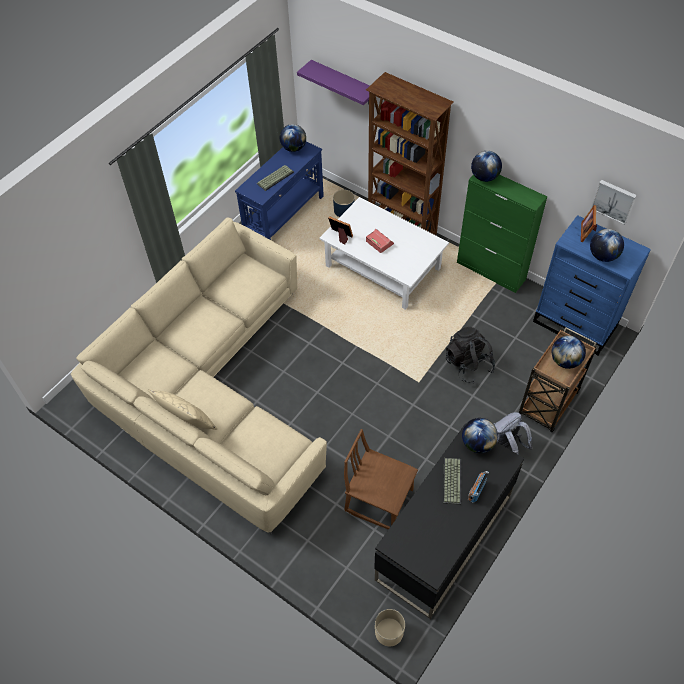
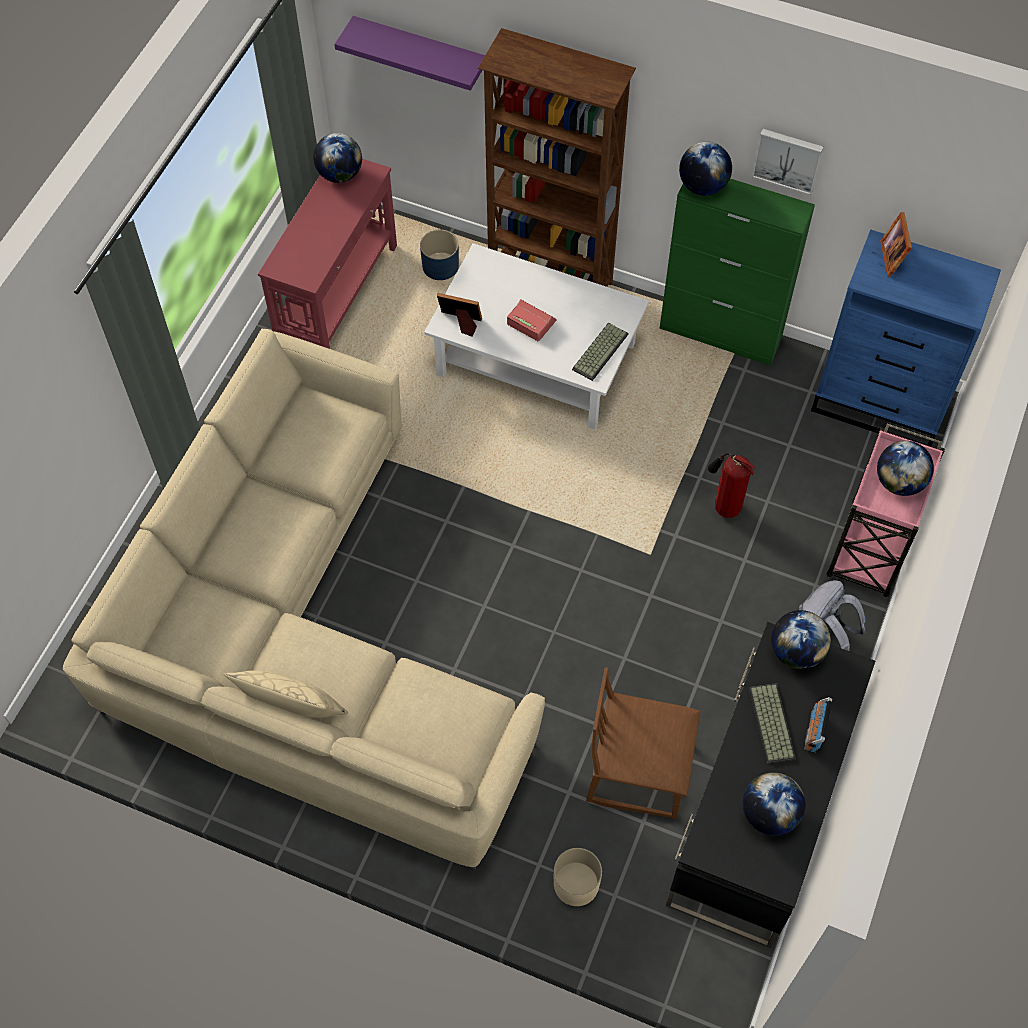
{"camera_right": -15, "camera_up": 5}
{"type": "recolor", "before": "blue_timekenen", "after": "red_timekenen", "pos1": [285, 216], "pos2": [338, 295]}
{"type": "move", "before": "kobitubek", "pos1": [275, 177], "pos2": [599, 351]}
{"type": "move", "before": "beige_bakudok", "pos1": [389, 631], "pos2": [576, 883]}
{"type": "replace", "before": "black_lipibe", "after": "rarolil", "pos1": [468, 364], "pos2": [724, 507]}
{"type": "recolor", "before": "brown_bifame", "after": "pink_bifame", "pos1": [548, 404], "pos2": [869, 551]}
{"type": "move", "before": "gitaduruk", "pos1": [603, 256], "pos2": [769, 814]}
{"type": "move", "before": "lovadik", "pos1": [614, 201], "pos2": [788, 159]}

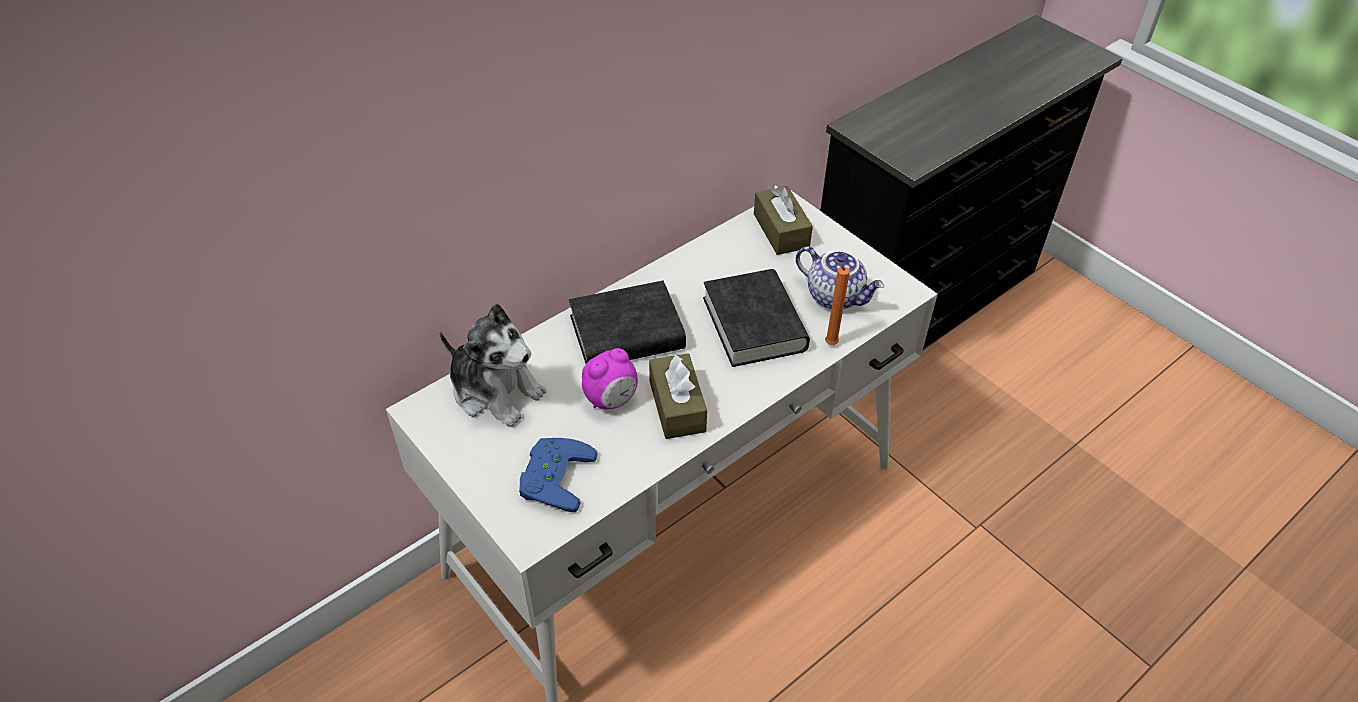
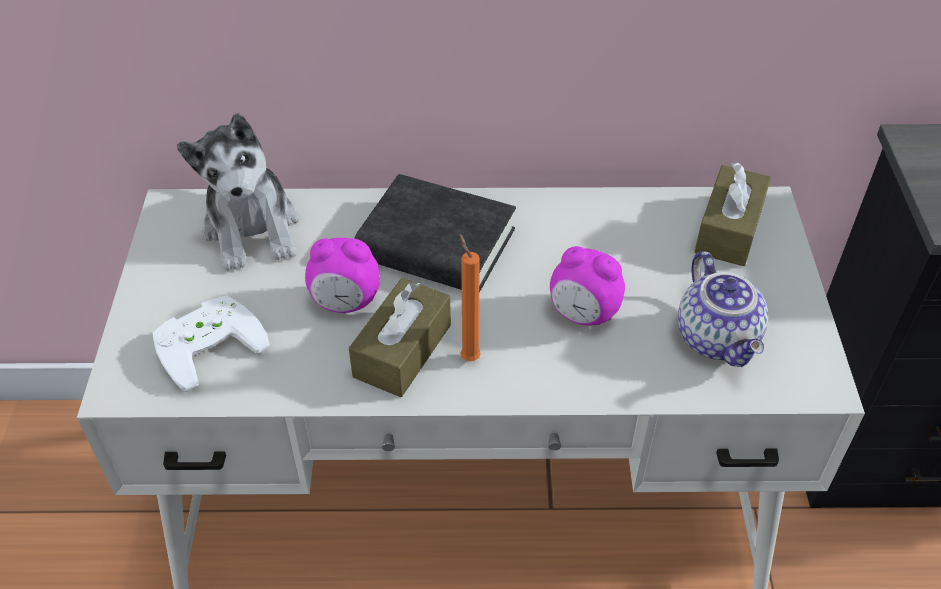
{"camera_right": 40, "camera_up": 0}
{"type": "recolor", "before": "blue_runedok", "after": "white_runedok", "pos1": [552, 476], "pos2": [207, 342]}
{"type": "replace", "before": "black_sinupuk", "after": "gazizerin", "pos1": [754, 324], "pos2": [583, 314]}
{"type": "move", "before": "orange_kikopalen", "pos1": [828, 343], "pos2": [468, 356]}

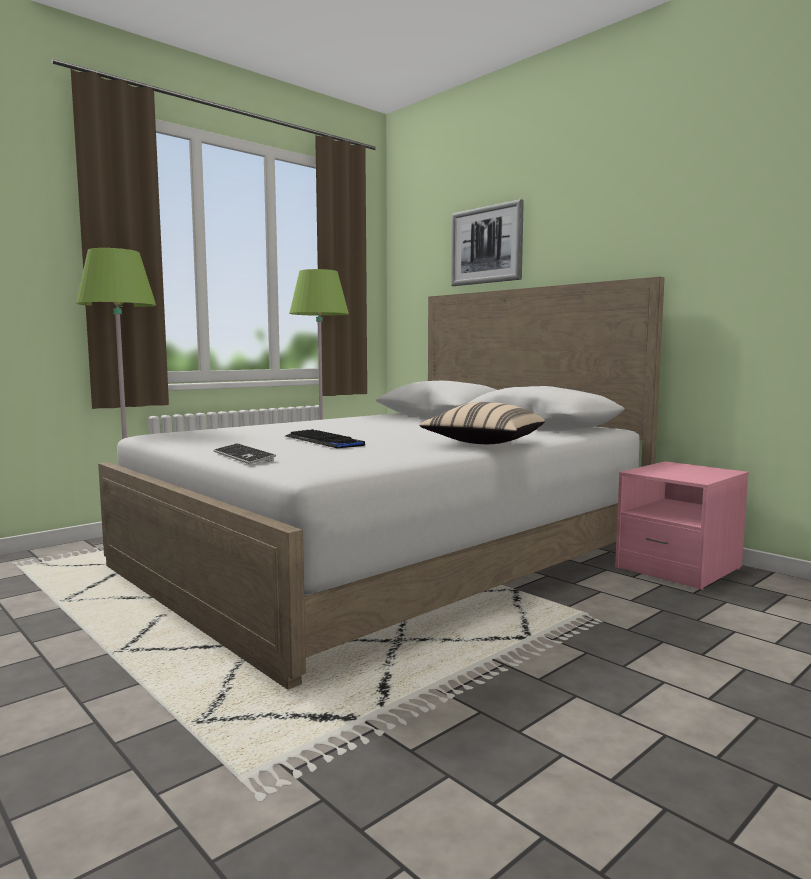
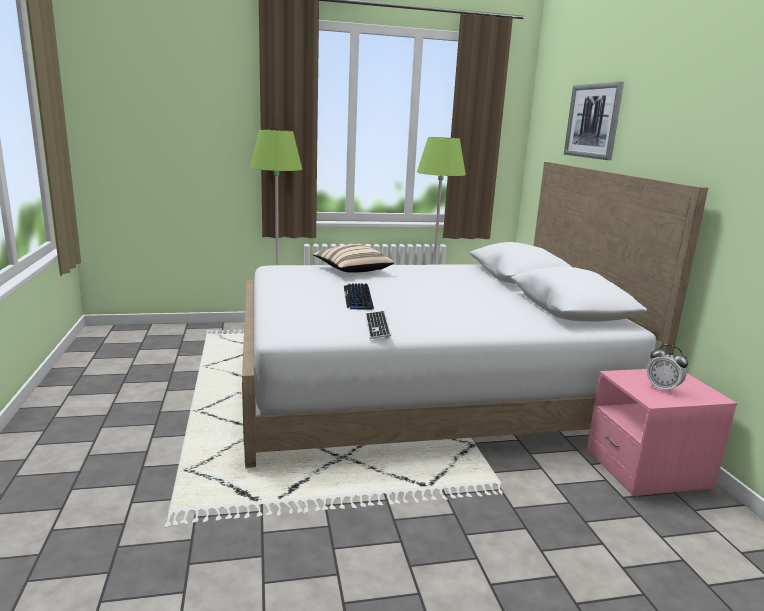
{"camera_right": 30, "camera_up": 10}
{"type": "move", "before": "kobitubek", "pos1": [243, 456], "pos2": [377, 326]}
{"type": "move", "before": "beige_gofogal", "pos1": [483, 443], "pos2": [352, 270]}
{"type": "insert", "after": "gazizerin", "pos2": [662, 389]}

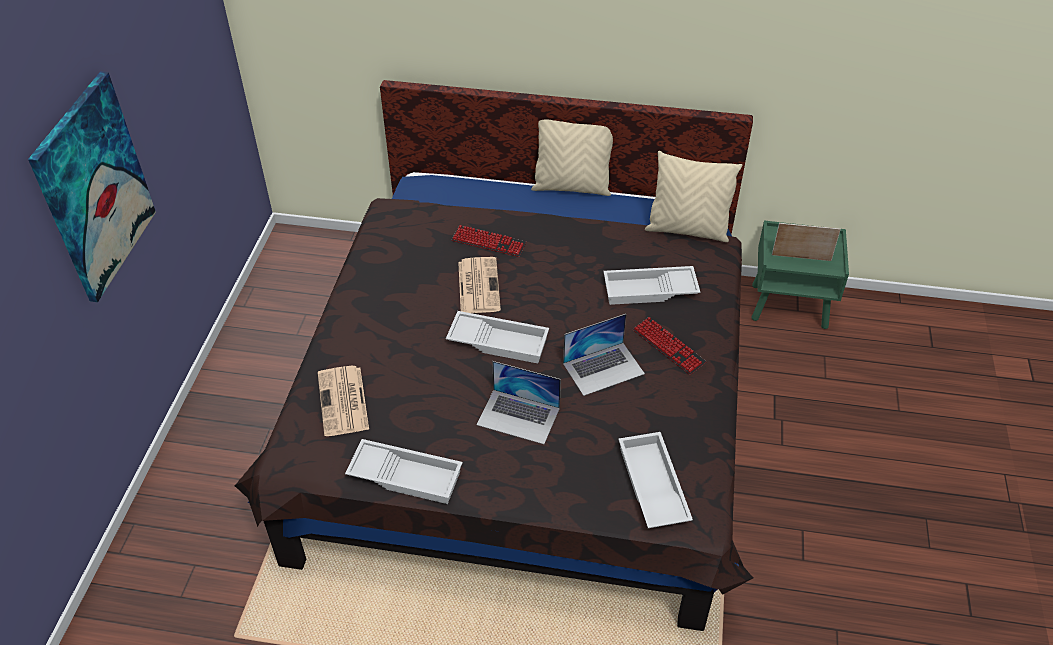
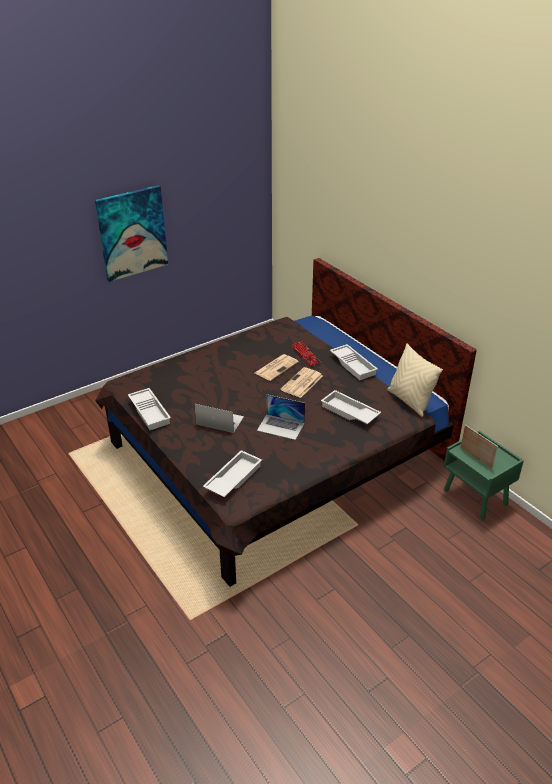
{"camera_right": 45, "camera_up": -10}
{"type": "move", "before": "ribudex", "pos1": [343, 402], "pos2": [302, 383]}
{"type": "move", "before": "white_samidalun", "pos1": [499, 341], "pos2": [354, 365]}
{"type": "rotate", "before": "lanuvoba", "pos1": [518, 416], "pos2": [219, 420], "turn": 135}
{"type": "delete", "before": "beige_gofogal", "pos1": [571, 187]}
{"type": "delete", "before": "kobitubek", "pos1": [668, 346]}

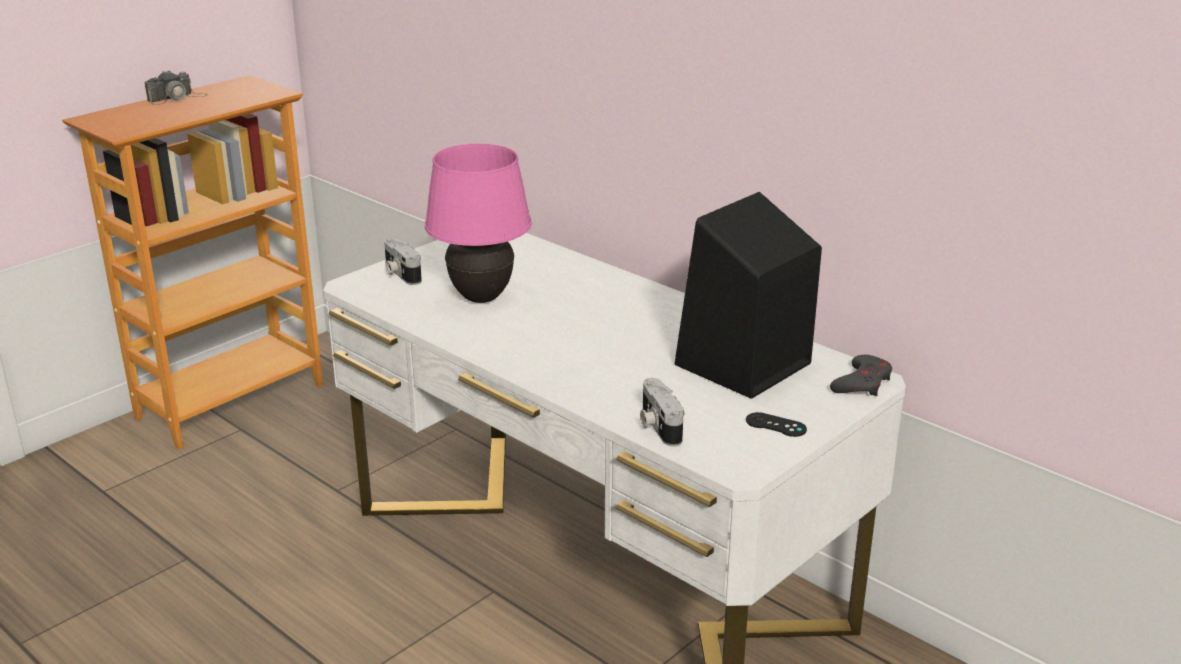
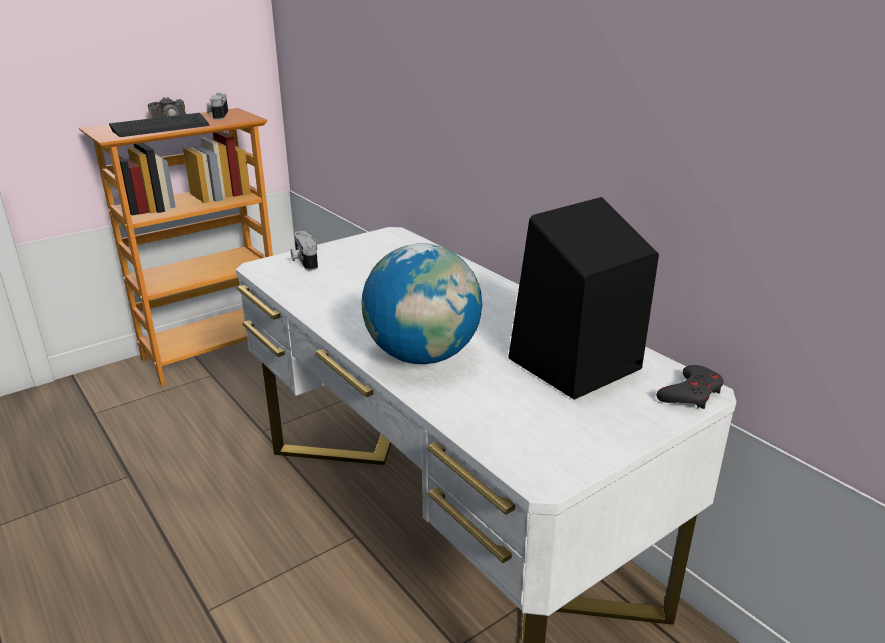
{"camera_right": 10, "camera_up": 0}
{"type": "delete", "before": "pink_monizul", "pos1": [480, 298]}
{"type": "move", "before": "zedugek", "pos1": [657, 426], "pos2": [218, 115]}
{"type": "delete", "before": "black_runedok", "pos1": [776, 425]}
{"type": "insert", "after": "kobitubek", "pos2": [161, 128]}
{"type": "insert", "after": "gitaduruk", "pos2": [423, 356]}

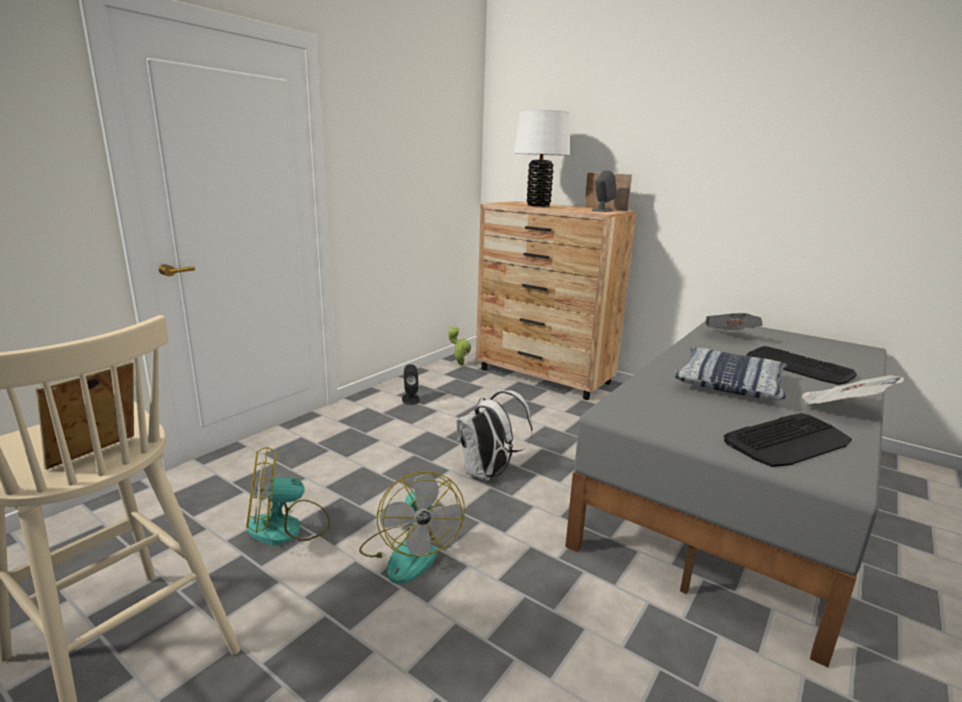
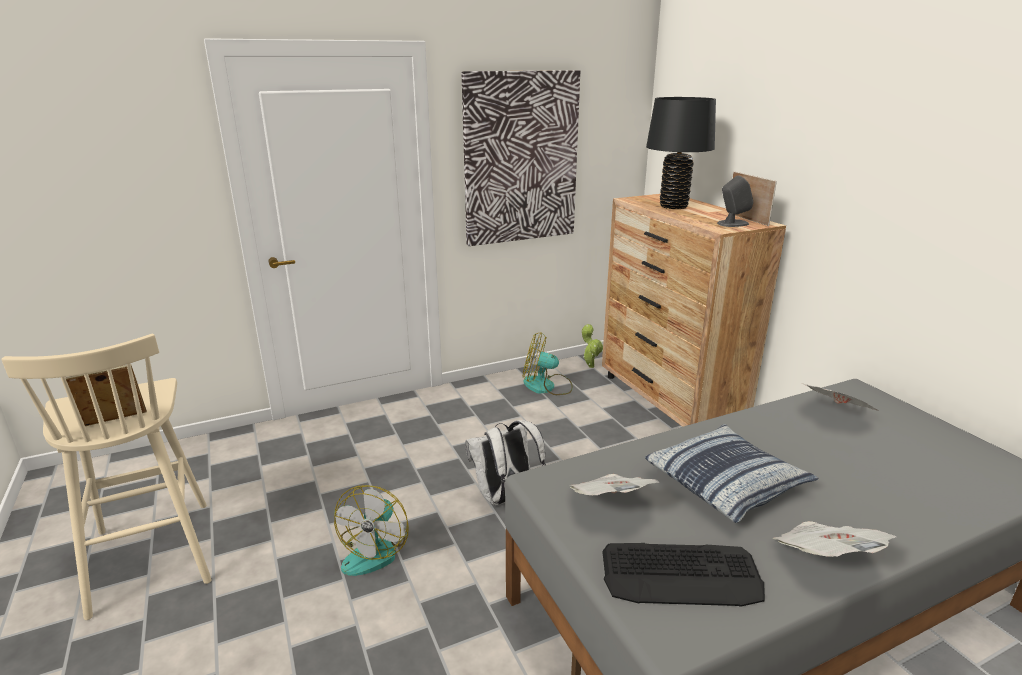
{"camera_right": 30, "camera_up": 5}
{"type": "move", "before": "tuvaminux", "pos1": [287, 528], "pos2": [546, 386]}
{"type": "delete", "before": "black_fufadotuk", "pos1": [410, 399]}
{"type": "recolor", "before": "white_monizul", "after": "black_monizul", "pos1": [538, 205], "pos2": [673, 206]}
{"type": "delete", "before": "kobitubek", "pos1": [798, 366]}
{"type": "insert", "after": "lovadik", "pos2": [521, 159]}
{"type": "insert", "after": "ribudex", "pos2": [611, 503]}

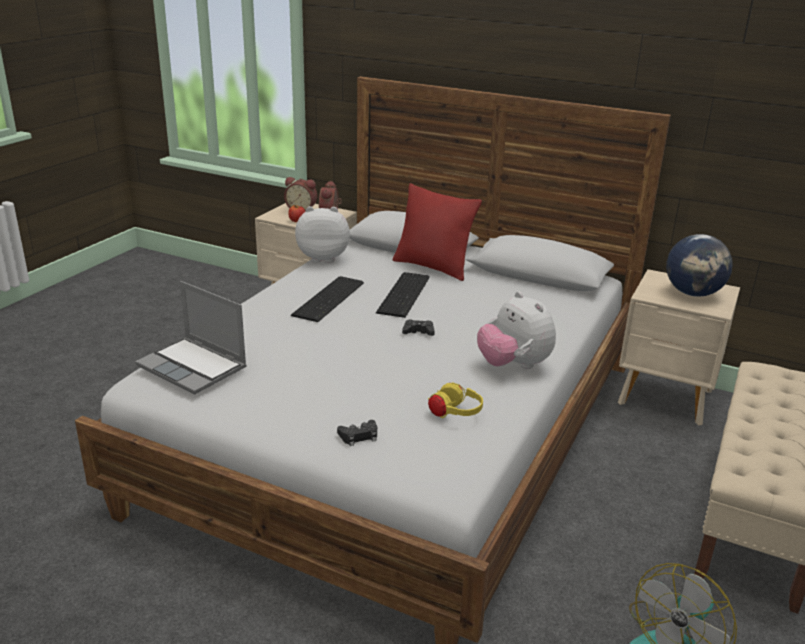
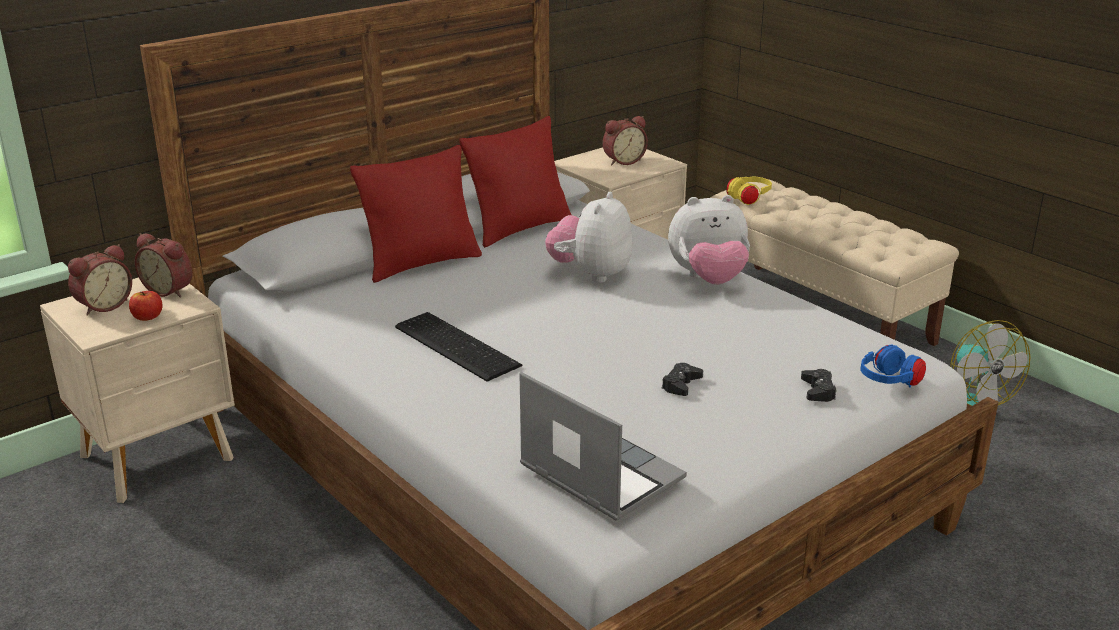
{"camera_right": -65, "camera_up": 0}
{"type": "rotate", "before": "lanuvoba", "pos1": [194, 367], "pos2": [598, 473], "turn": -105}
{"type": "move", "before": "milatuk", "pos1": [323, 257], "pos2": [591, 274]}
{"type": "delete", "before": "kobitubek", "pos1": [405, 294]}
{"type": "move", "before": "black_runedok", "pos1": [418, 332], "pos2": [681, 385]}
{"type": "move", "before": "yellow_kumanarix", "pos1": [455, 414], "pos2": [748, 199]}
{"type": "replace", "before": "gitaduruk", "after": "gazizerin", "pos1": [693, 293], "pos2": [623, 161]}
{"type": "insert", "after": "red_gofogal", "pos2": [519, 228]}
{"type": "insert", "after": "blue_kumanarix", "pos2": [889, 383]}

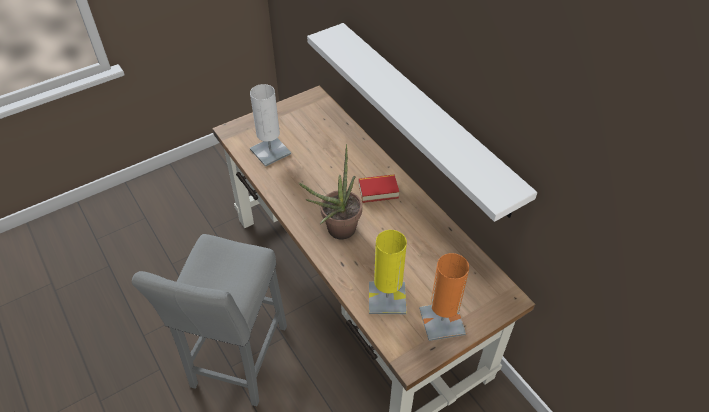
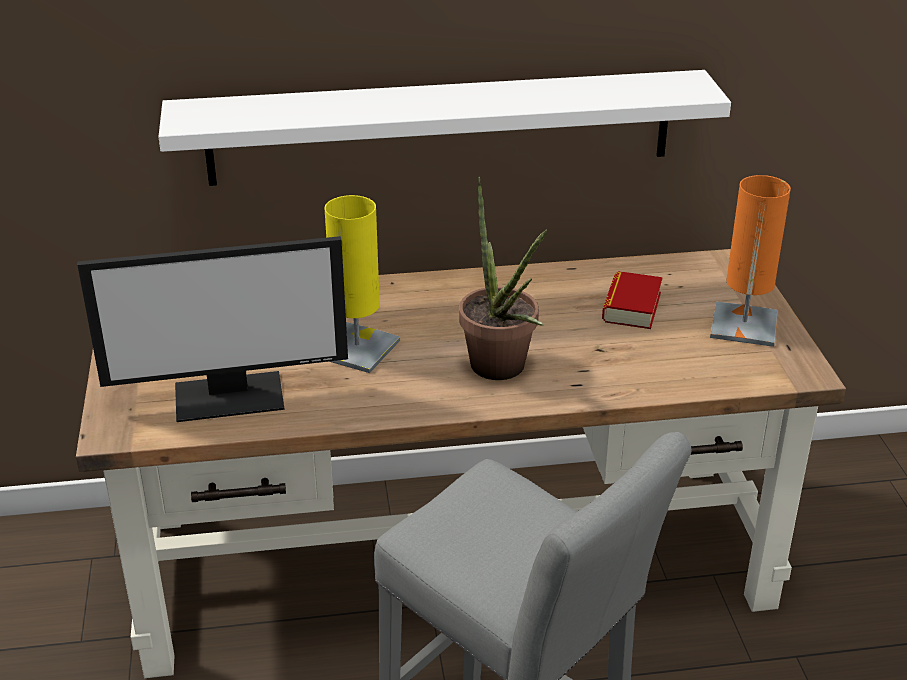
{"camera_right": -65, "camera_up": -15}
{"type": "replace", "before": "white_monizul", "after": "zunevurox", "pos1": [270, 151], "pos2": [230, 395]}
{"type": "move", "before": "sinupuk", "pos1": [378, 191], "pos2": [631, 307]}
{"type": "move", "before": "yellow_monizul", "pos1": [387, 298], "pos2": [357, 348]}

